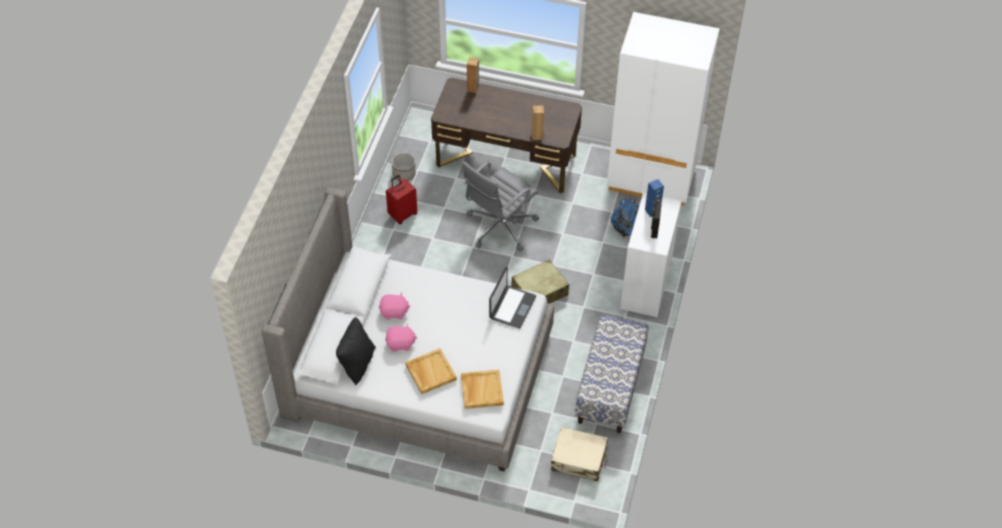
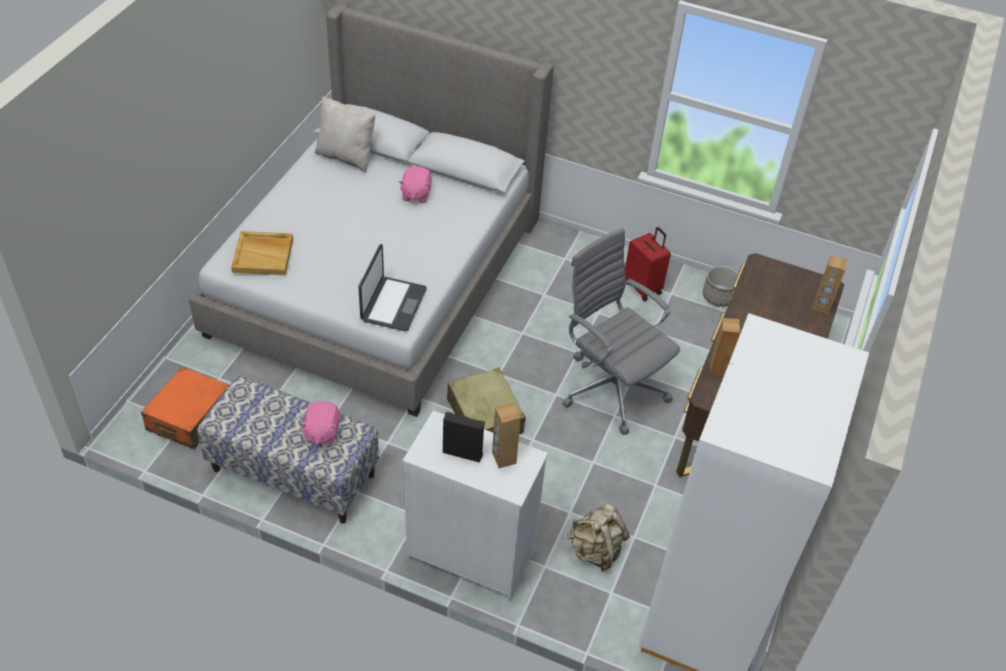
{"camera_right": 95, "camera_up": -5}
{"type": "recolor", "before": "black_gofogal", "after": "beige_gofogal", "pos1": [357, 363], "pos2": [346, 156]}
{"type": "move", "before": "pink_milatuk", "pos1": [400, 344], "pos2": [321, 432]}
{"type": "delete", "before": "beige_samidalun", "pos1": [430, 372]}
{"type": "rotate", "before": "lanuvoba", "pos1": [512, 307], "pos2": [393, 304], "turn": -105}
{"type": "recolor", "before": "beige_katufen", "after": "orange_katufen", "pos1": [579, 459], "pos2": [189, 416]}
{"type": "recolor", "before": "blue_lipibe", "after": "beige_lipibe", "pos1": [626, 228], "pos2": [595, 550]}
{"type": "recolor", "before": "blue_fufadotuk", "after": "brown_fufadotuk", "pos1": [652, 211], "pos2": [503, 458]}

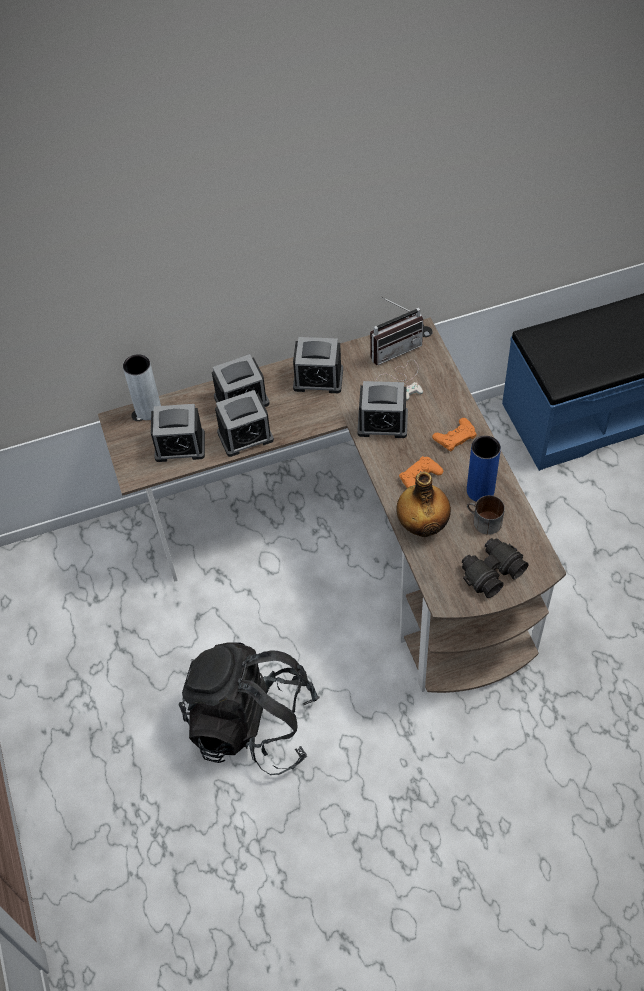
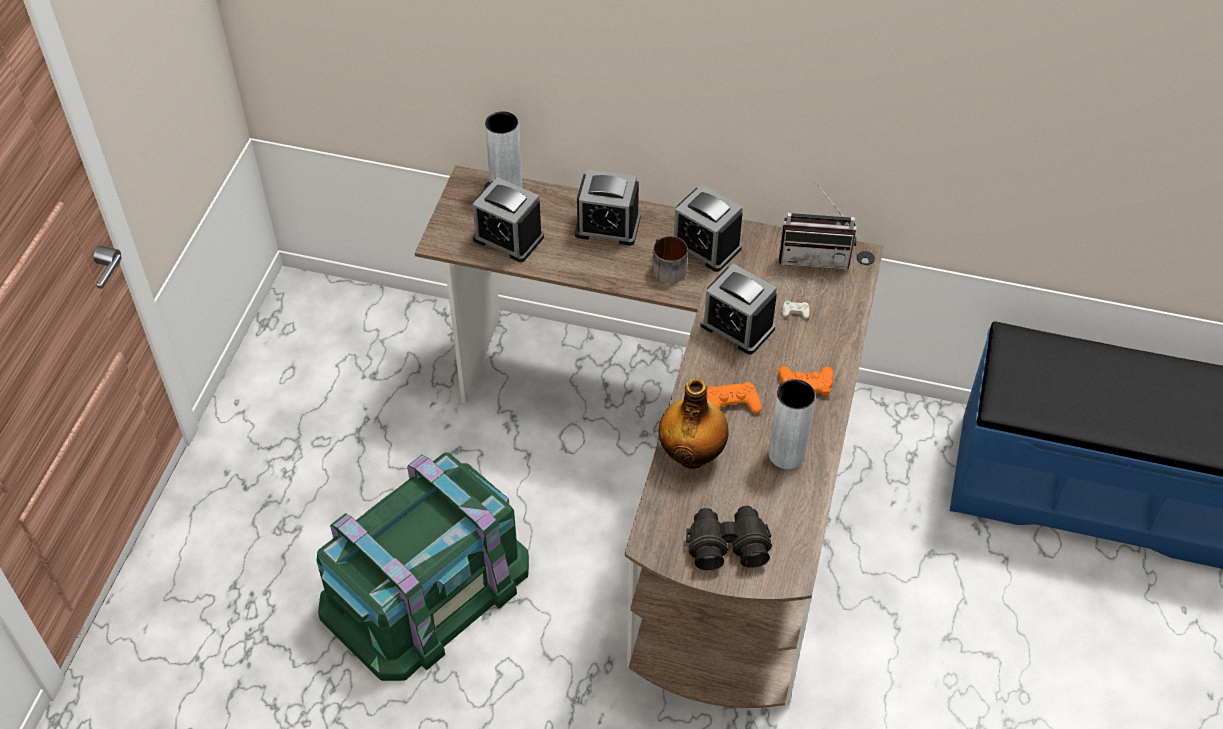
{"camera_right": 30, "camera_up": -5}
{"type": "replace", "before": "black_lipibe", "after": "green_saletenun", "pos1": [252, 724], "pos2": [426, 589]}
{"type": "delete", "before": "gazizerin", "pos1": [245, 436]}
{"type": "recolor", "before": "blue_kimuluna", "after": "grey_kimuluna", "pos1": [480, 491], "pos2": [786, 454]}
{"type": "move", "before": "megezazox", "pos1": [483, 521], "pos2": [665, 268]}

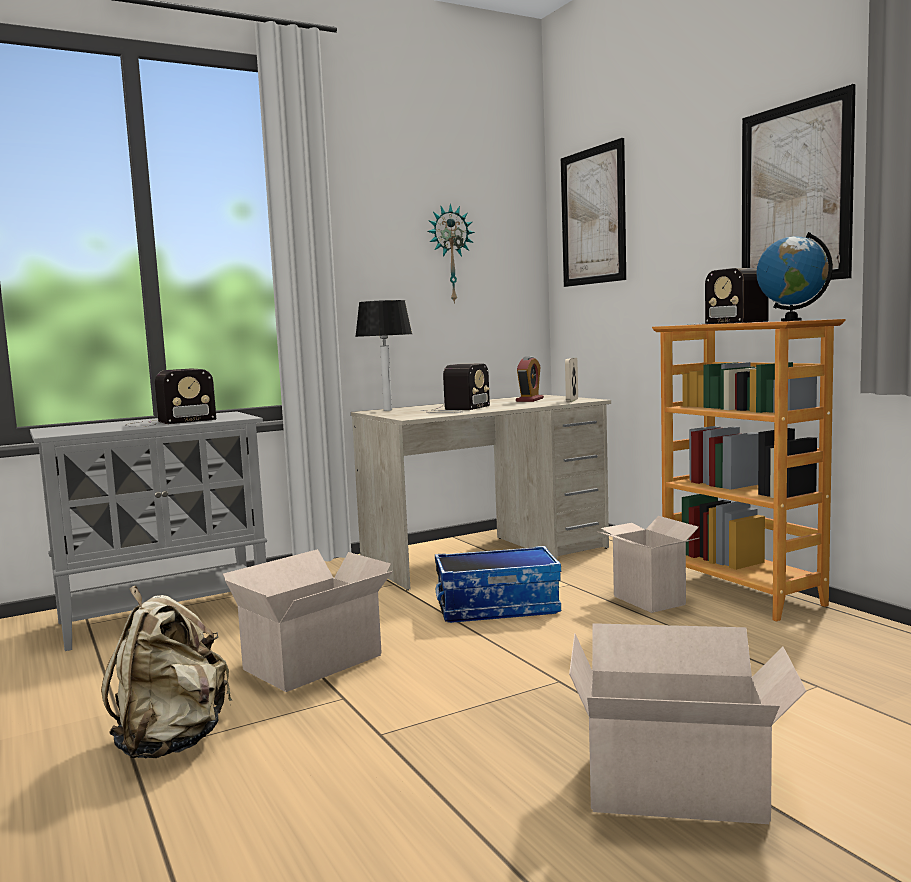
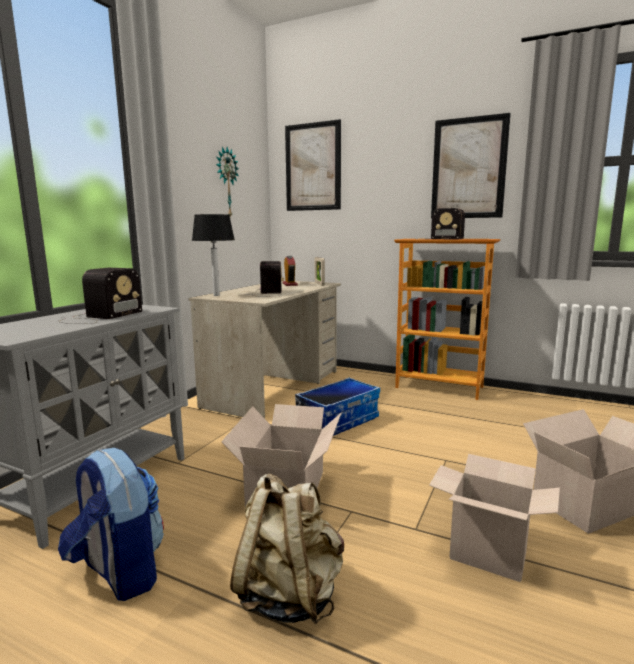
{"camera_right": -35, "camera_up": 5}
{"type": "move", "before": "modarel", "pos1": [646, 600], "pos2": [485, 556]}
{"type": "delete", "before": "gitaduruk", "pos1": [791, 320]}
{"type": "insert", "after": "lipibe", "pos2": [119, 572]}

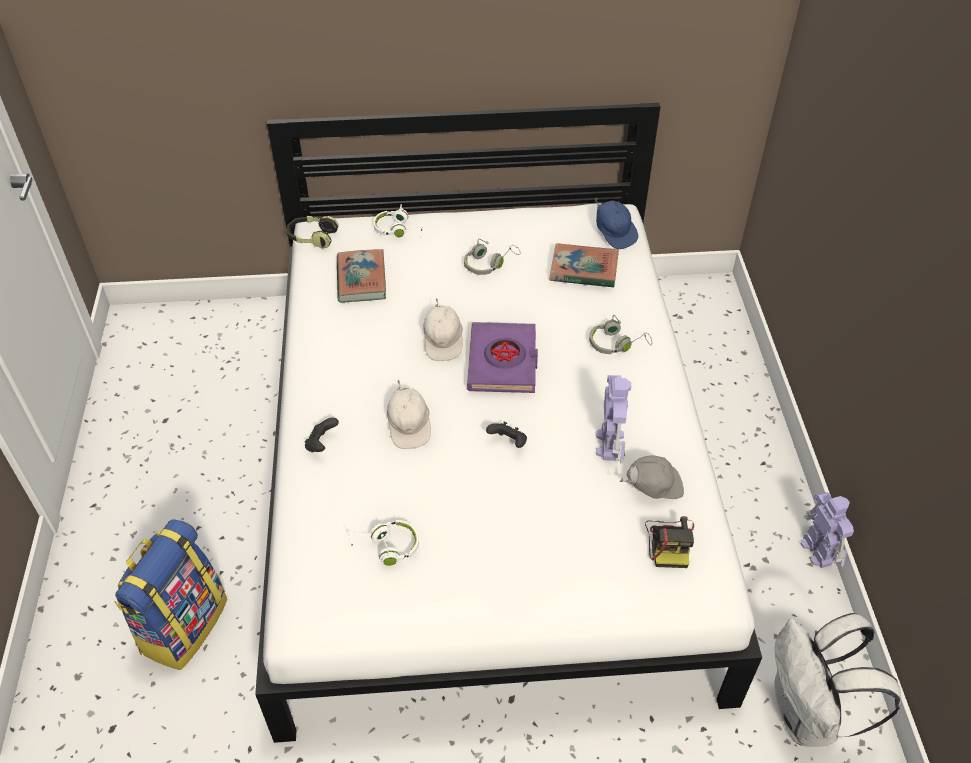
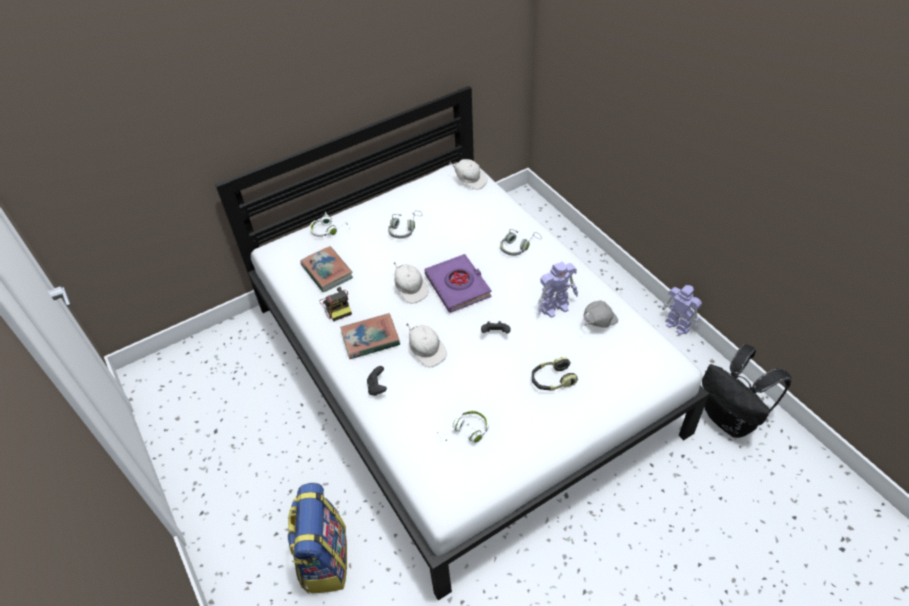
{"camera_right": -25, "camera_up": 0}
{"type": "move", "before": "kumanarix", "pos1": [312, 238], "pos2": [552, 380]}
{"type": "move", "before": "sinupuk", "pos1": [583, 270], "pos2": [370, 339]}
{"type": "recolor", "before": "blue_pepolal", "after": "white_pepolal", "pos1": [614, 233], "pos2": [470, 180]}
{"type": "rotate", "before": "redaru", "pos1": [610, 443], "pos2": [555, 307], "turn": 90}
{"type": "move", "before": "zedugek", "pos1": [670, 542], "pos2": [337, 306]}
{"type": "recolor", "before": "white_lipibe", "after": "black_lipibe", "pos1": [808, 715], "pos2": [731, 419]}

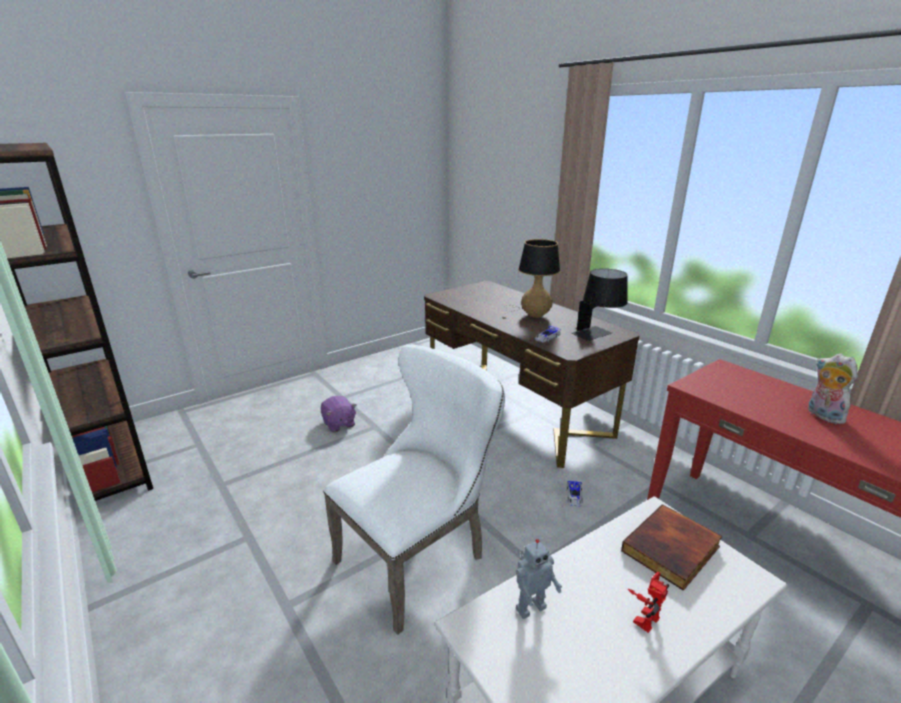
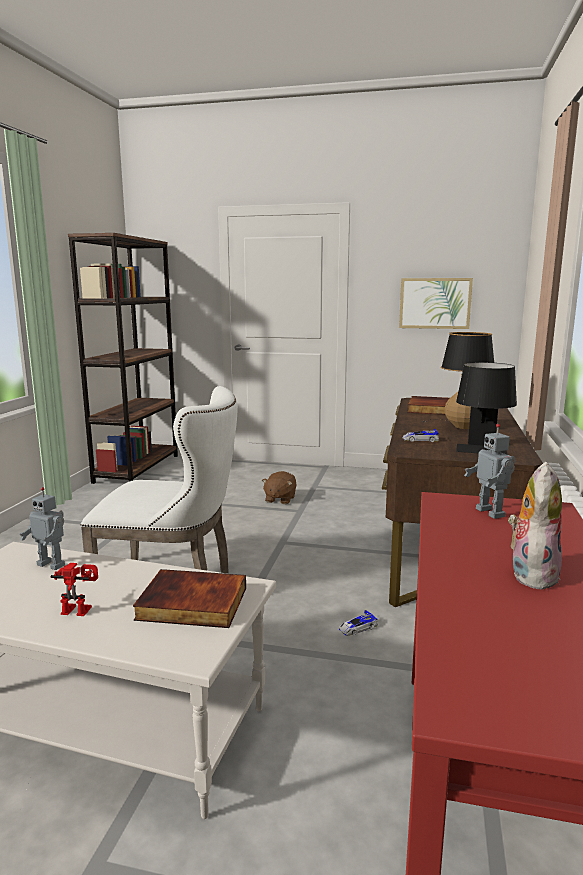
{"camera_right": 50, "camera_up": -10}
{"type": "recolor", "before": "purple_milatuk", "after": "brown_milatuk", "pos1": [338, 424], "pos2": [279, 499]}
{"type": "insert", "after": "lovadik", "pos2": [435, 303]}
{"type": "insert", "after": "sinupuk", "pos2": [427, 408]}
{"type": "insert", "after": "redaru", "pos2": [491, 512]}

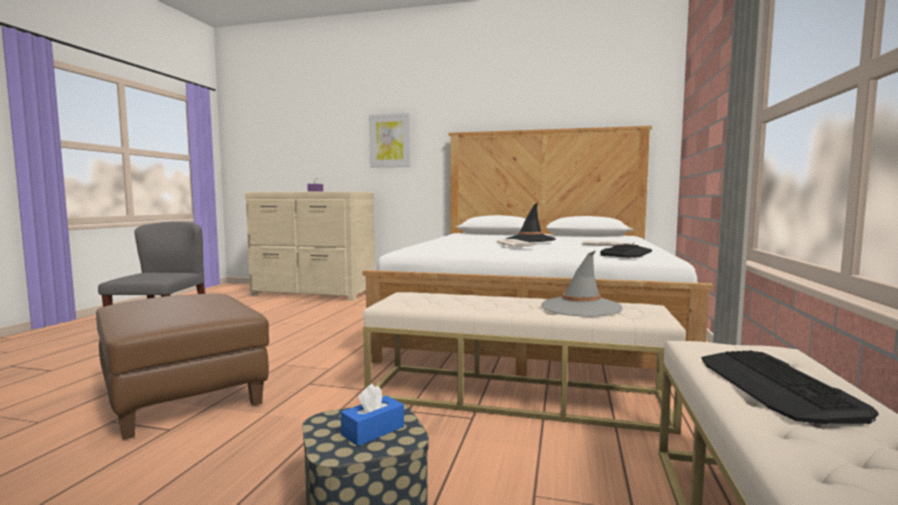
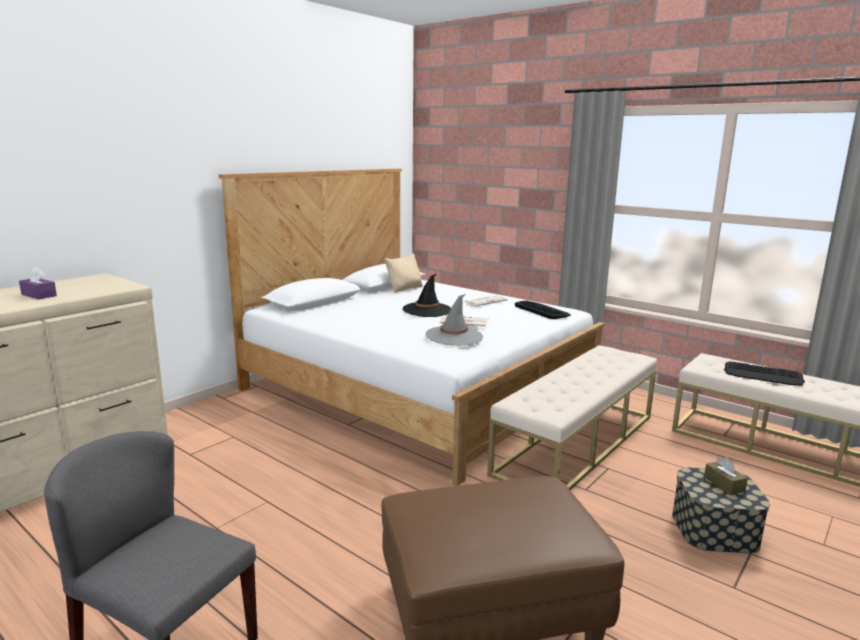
{"camera_right": -65, "camera_up": 10}
{"type": "recolor", "before": "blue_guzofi", "after": "brown_guzofi", "pos1": [373, 431], "pos2": [724, 484]}
{"type": "delete", "before": "lovadik", "pos1": [390, 140]}
{"type": "move", "before": "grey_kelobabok", "pos1": [581, 307], "pos2": [454, 336]}
{"type": "insert", "after": "beige_gofogal", "pos2": [404, 289]}

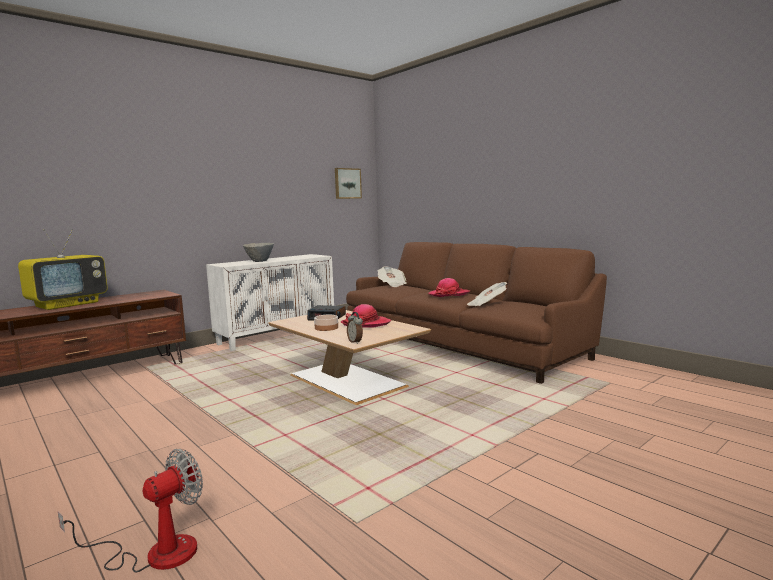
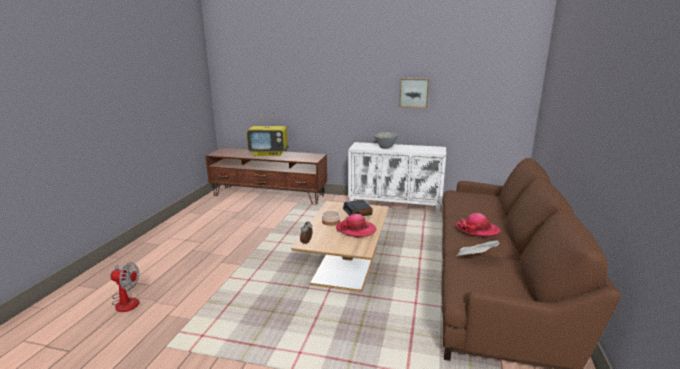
{"camera_right": 55, "camera_up": 10}
{"type": "move", "before": "lovadik", "pos1": [347, 183], "pos2": [414, 92]}
{"type": "delete", "before": "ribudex", "pos1": [392, 285]}

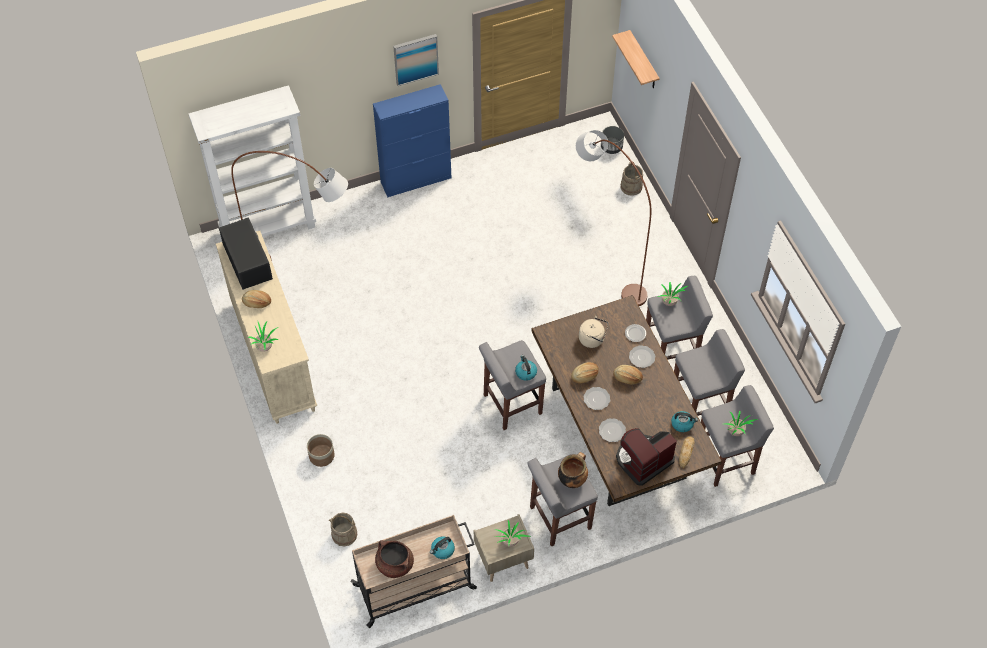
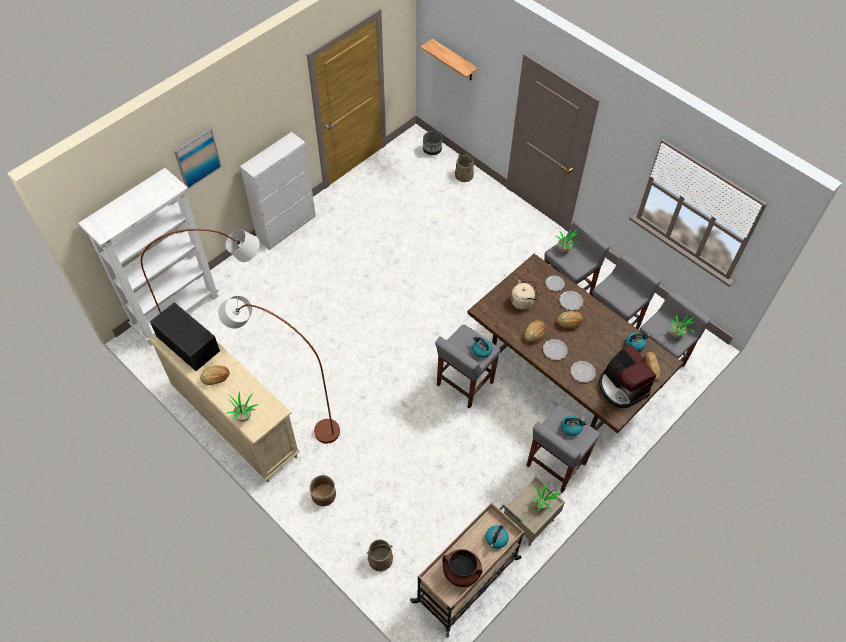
{"camera_right": -25, "camera_up": 0}
{"type": "recolor", "before": "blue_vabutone", "after": "white_vabutone", "pos1": [416, 180], "pos2": [287, 227]}
{"type": "move", "before": "lovadik", "pos1": [415, 59], "pos2": [197, 158]}
{"type": "replace", "before": "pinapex", "after": "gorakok", "pos1": [572, 479], "pos2": [571, 428]}
{"type": "move", "before": "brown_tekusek", "pos1": [606, 262], "pos2": [288, 408]}
{"type": "rotate", "before": "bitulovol", "pos1": [643, 460], "pos2": [622, 387], "turn": -60}

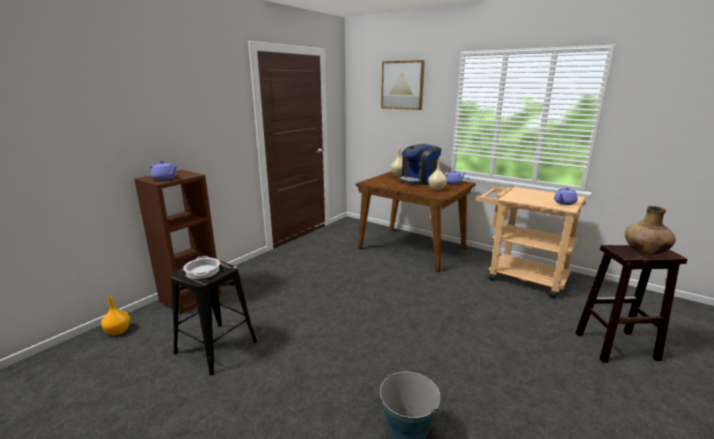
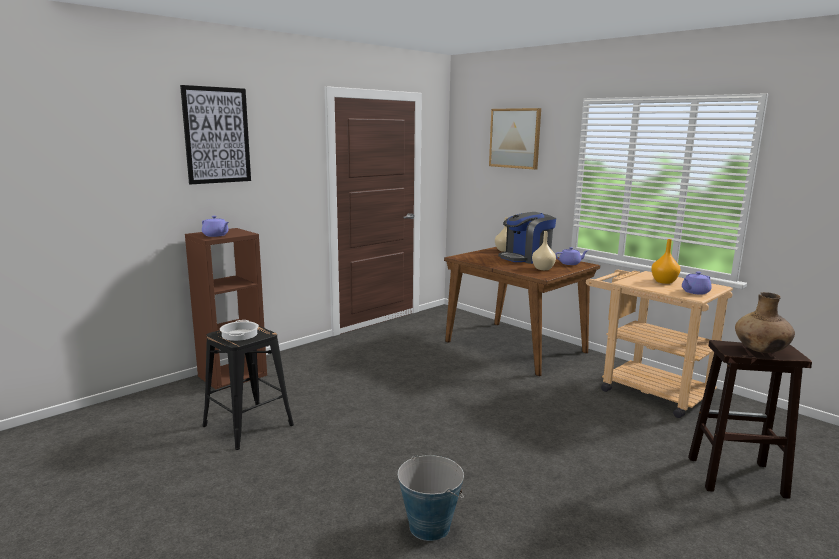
{"camera_right": 10, "camera_up": -5}
{"type": "move", "before": "orange_kimuluna", "pos1": [117, 331], "pos2": [664, 282]}
{"type": "insert", "after": "lovadik", "pos2": [217, 135]}

